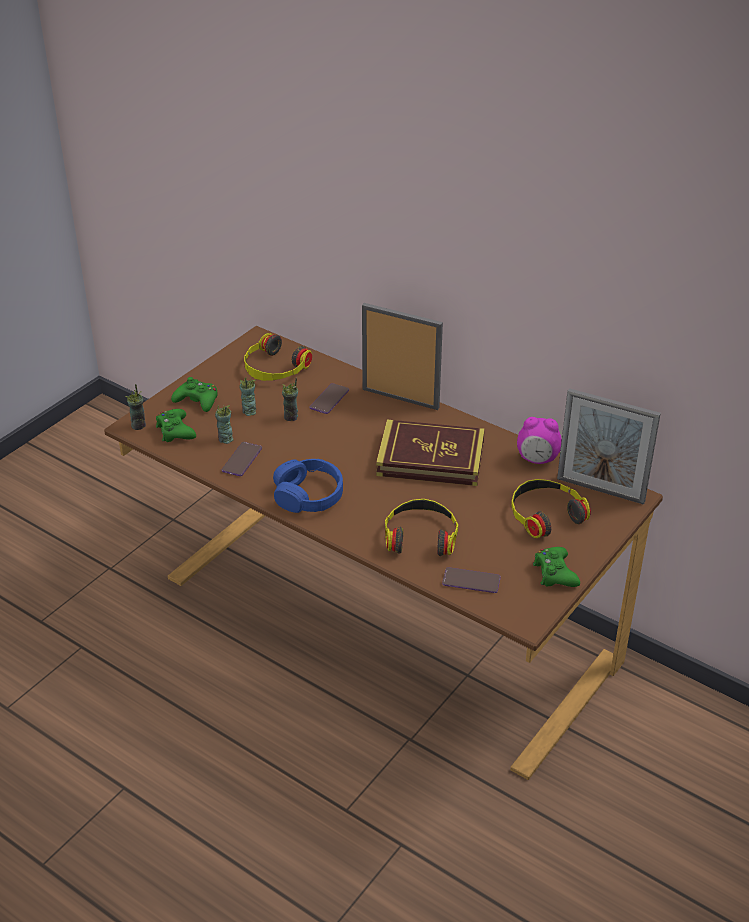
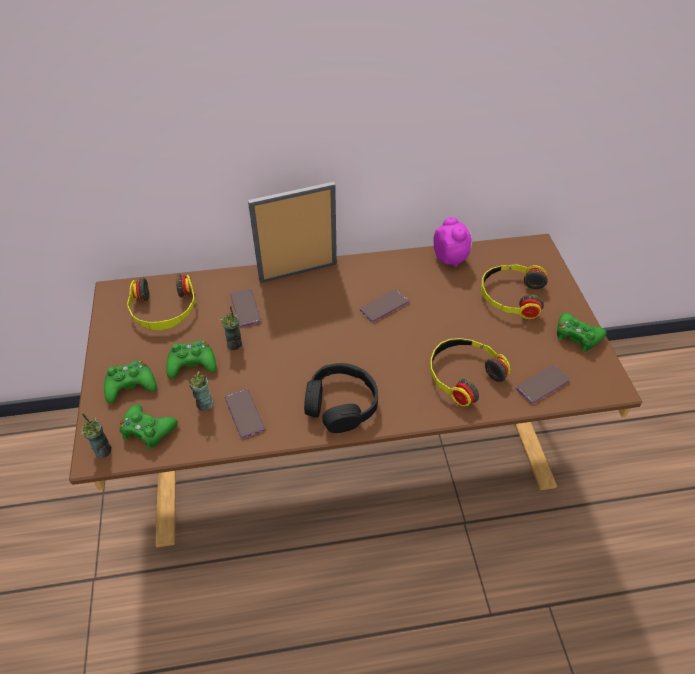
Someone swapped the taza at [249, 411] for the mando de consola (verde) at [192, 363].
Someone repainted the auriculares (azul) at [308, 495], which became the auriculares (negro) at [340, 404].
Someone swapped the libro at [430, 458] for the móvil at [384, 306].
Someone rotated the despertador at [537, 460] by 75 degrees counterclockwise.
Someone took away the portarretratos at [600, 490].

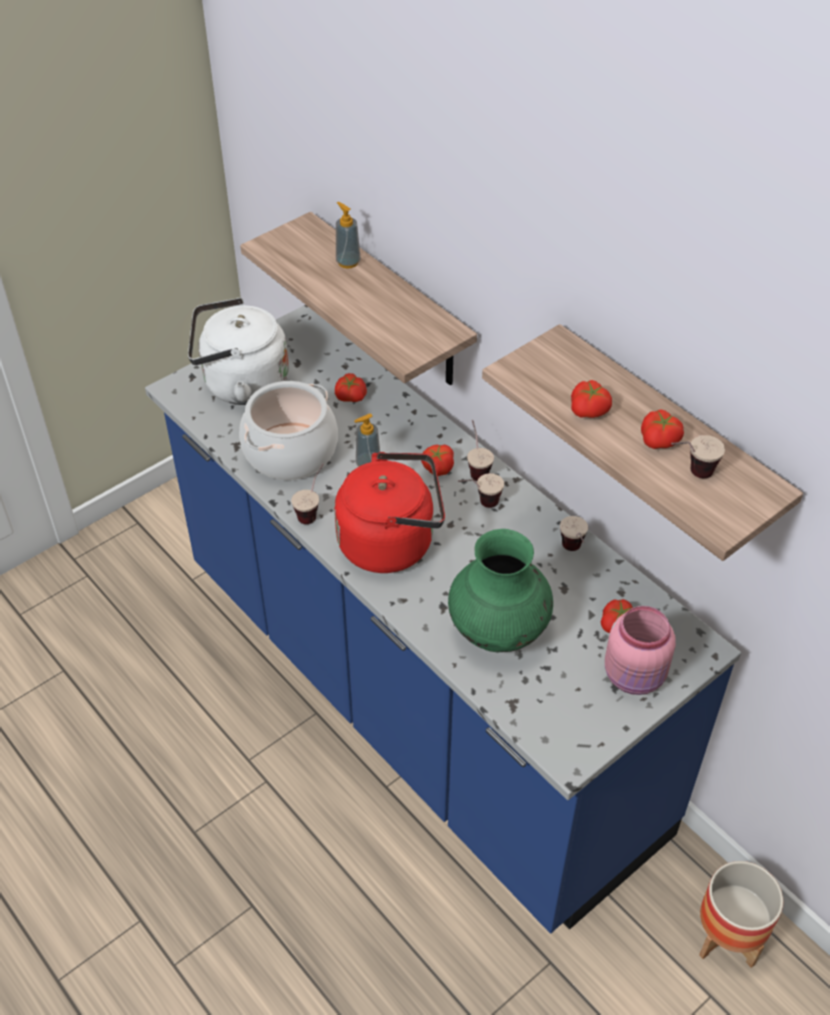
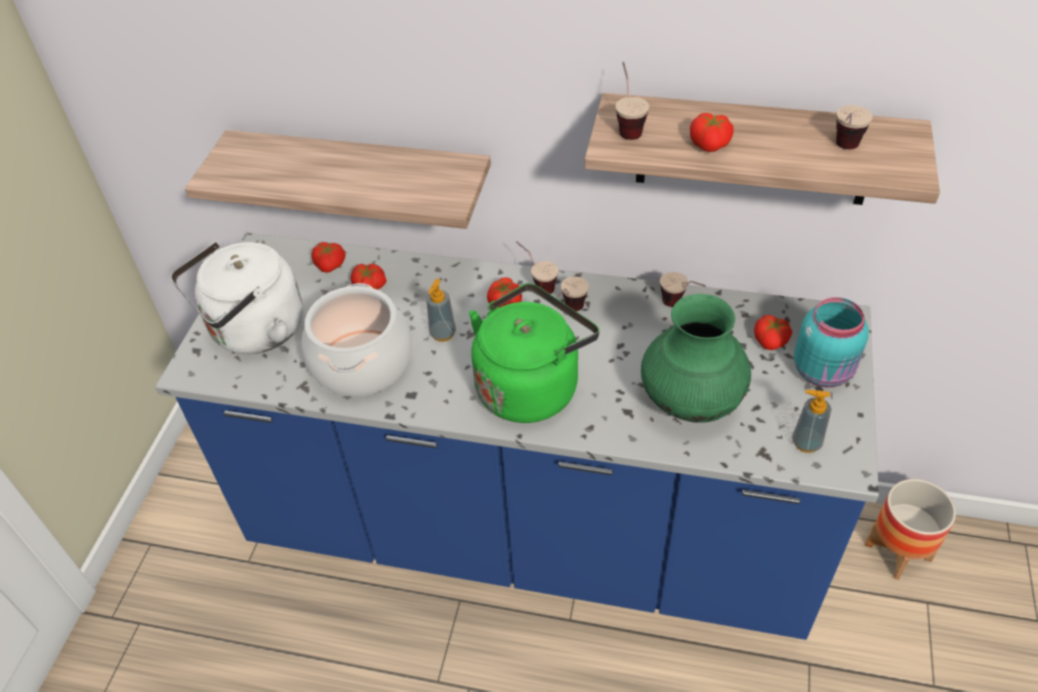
Someone carried the taza from [312, 510] to [627, 126].
Someone repainted the hervidor (rojo) at [392, 542], which became the hervidor (verde) at [531, 385].
Someone carried the dispensador de jabón from [348, 262] to [806, 443].
Someone repainted the tarro (rosa) at [635, 676], which became the tarro (turquesa) at [824, 371].
Someone carried the tomate from [660, 440] to [331, 264].

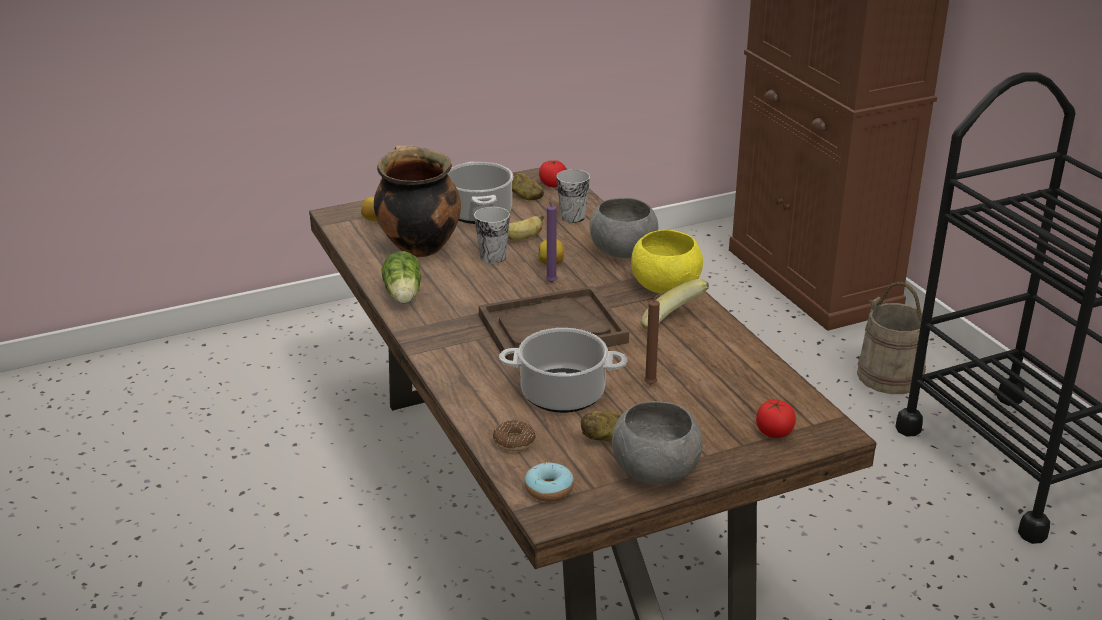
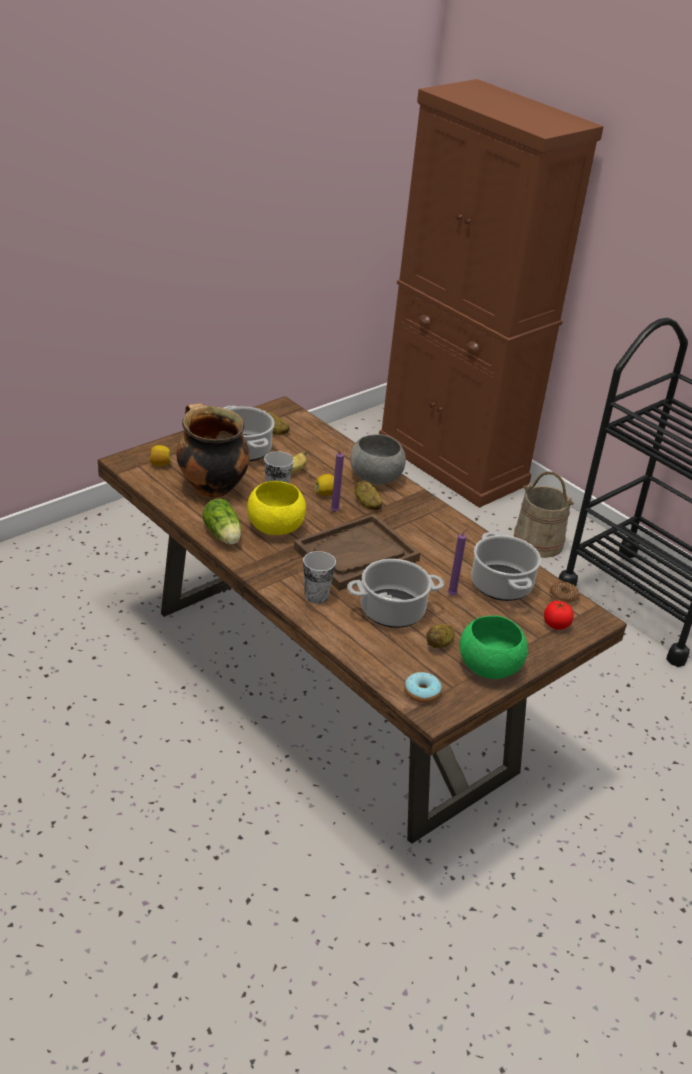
Someone carried the rosquilla from [514, 442] to [563, 597].
Someone took away the tomate at [553, 184].
Someone carried the taza from [572, 217] to [316, 596].
Someone repainted the cuenco (gris) at [655, 470], which became the cuenco (verde) at [489, 666].
Someone carried the cuenco (amarillo) from [665, 286] to [275, 526].
Someone took away the plátano at [673, 326].
Someone repainted the vela (marrón) at [652, 384], which became the vela (morado) at [453, 594].
Someone put down the patata at [367, 504].
Someone put down the olla at [502, 586].

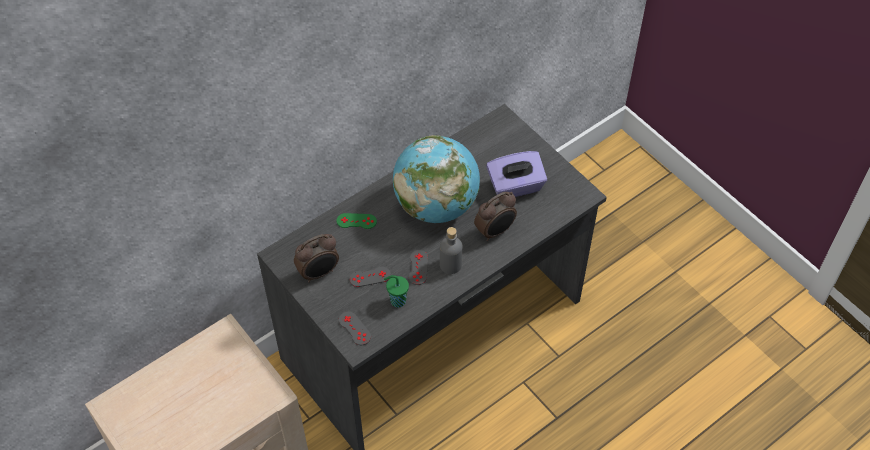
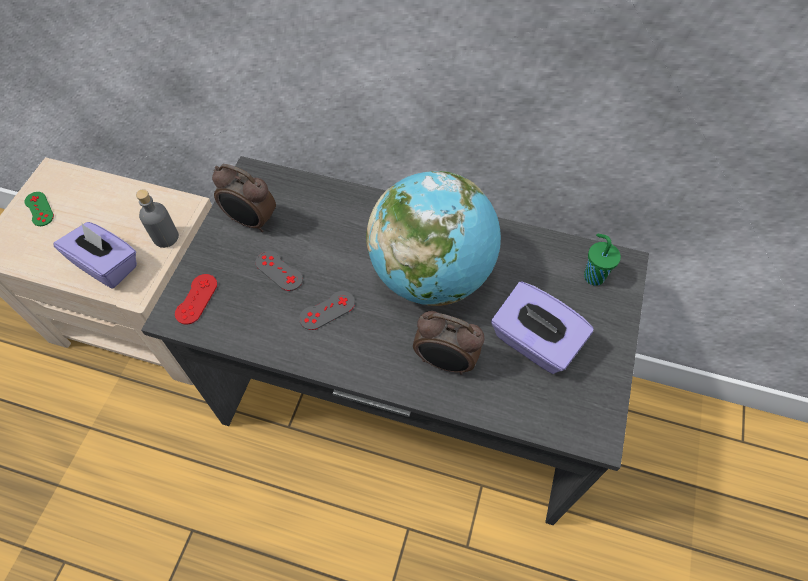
Someone carried the mando de consola (verde) from [356, 221] to [39, 209].
Someone repainted the mando de consola (gris) at [354, 328], which became the mando de consola (rojo) at [196, 299].
Someone carried the taza (verde) from [397, 301] to [593, 275].
Someone carried the botella (gris) from [450, 265] to [165, 237].
Someone put down the caja de pañuelos (morado) at [107, 265].

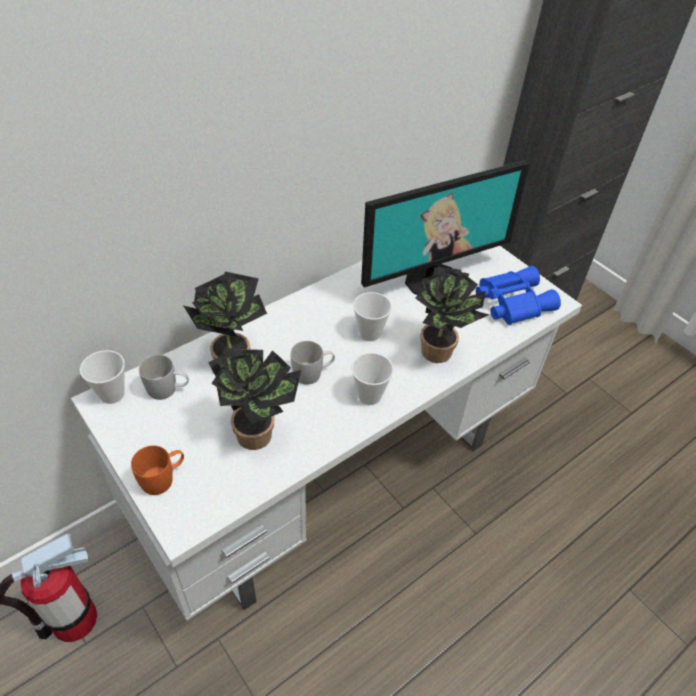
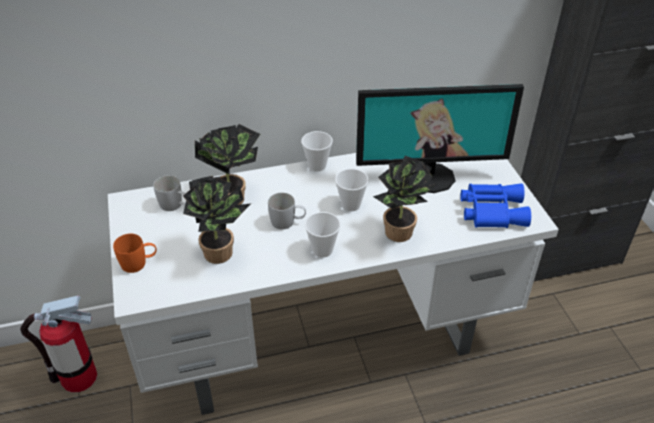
Someone carried the taza from [112, 394] to [317, 166].

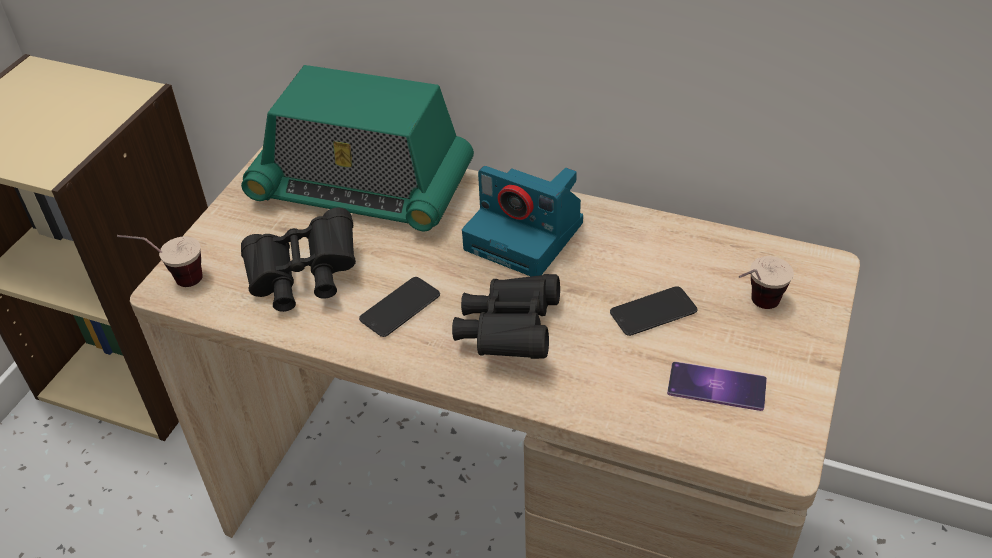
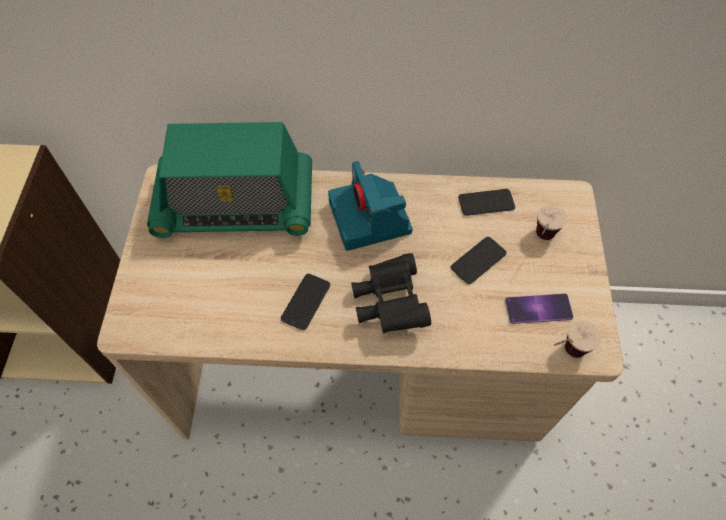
Someone carried the taza from [172, 280] to [564, 353].
Someone took away the prismáticos (negro) at [303, 278].
Someone rotated the cámara at [527, 236] by 60 degrees clockwise.
Someone put down the móvil at [486, 203].

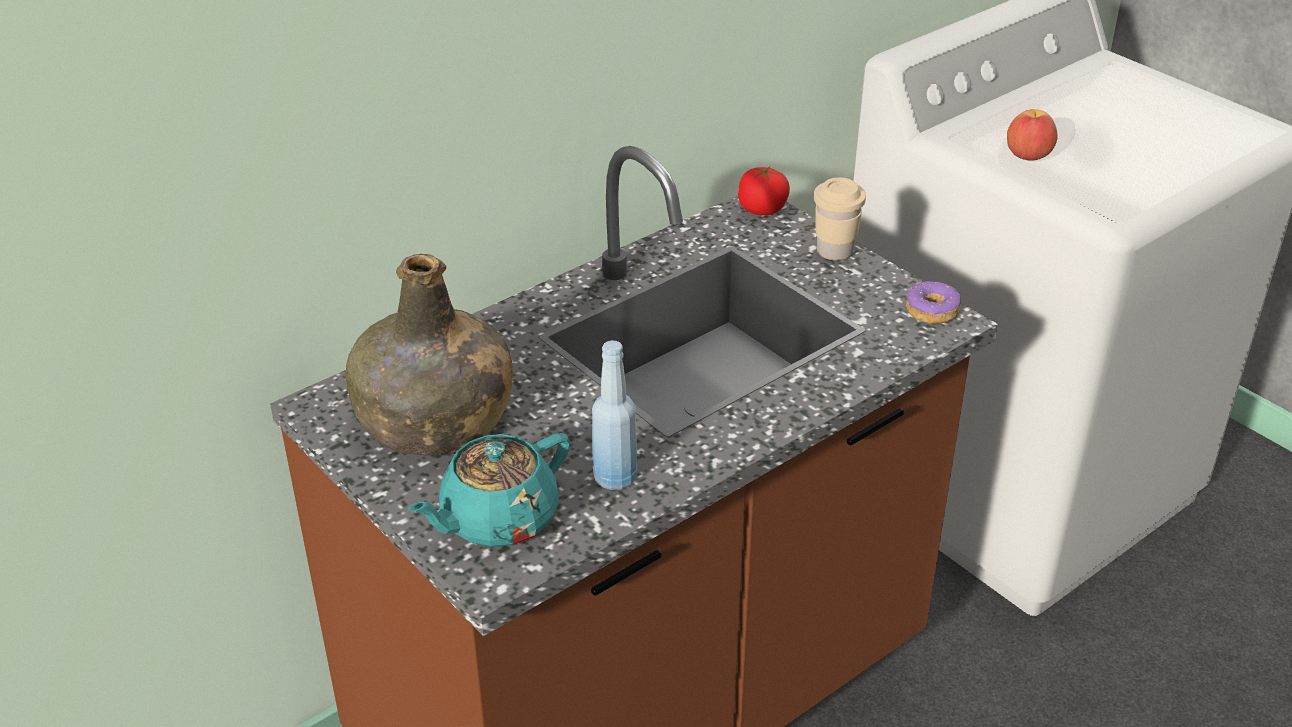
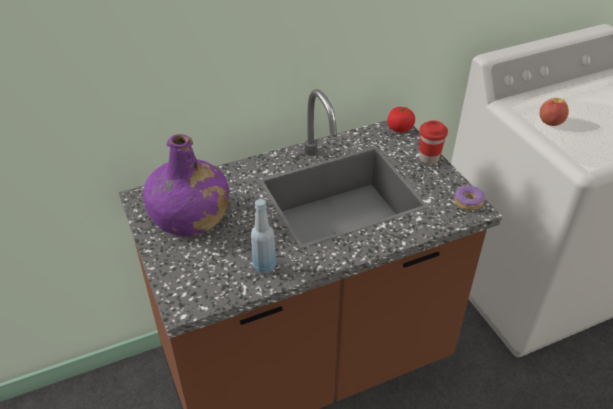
Someone repainted the botella (verde) at [435, 422], which became the botella (morado) at [190, 217].
Someone took away the tetera (turquesa) at [497, 519].
Someone repainted the taza (beis) at [835, 251], which became the taza (rojo) at [429, 158].

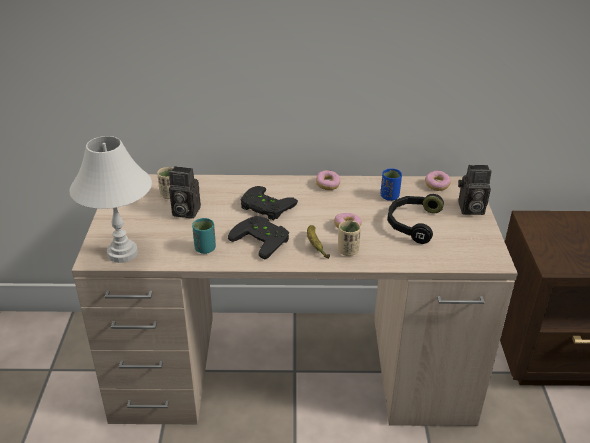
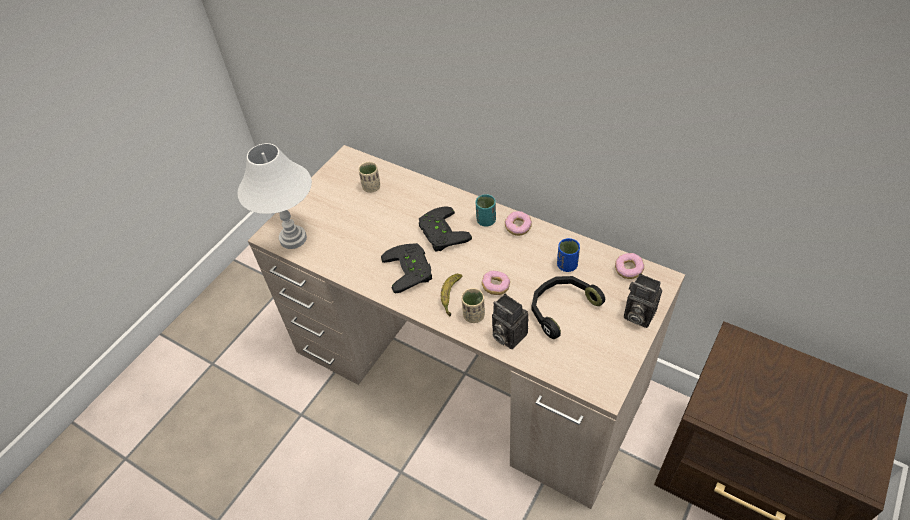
Someone carried the cámara from [184, 212] to [507, 335].
Someone carried the taza (turquesa) from [205, 249] to [486, 221].

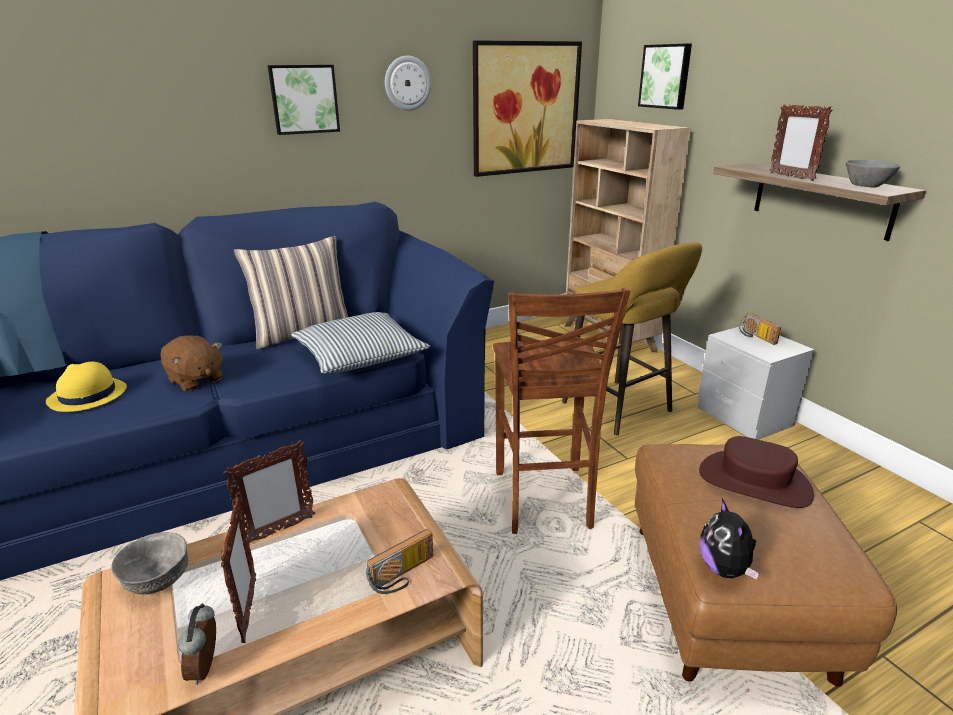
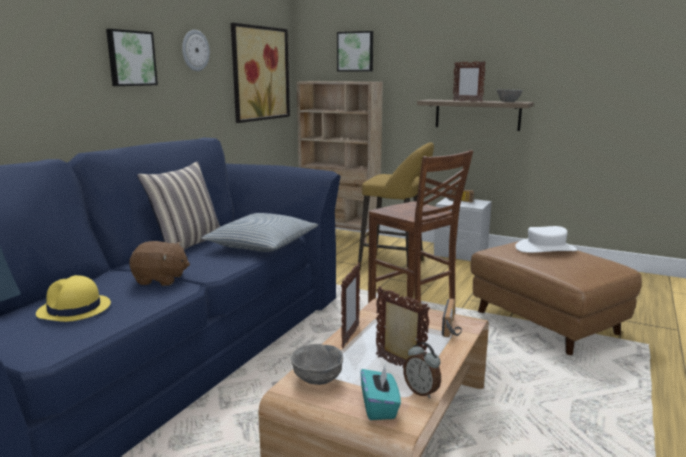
Someone repainted the sombrero (marrón) at [754, 482], which became the sombrero (blanco) at [545, 249].
Someone took away the peluche at [725, 569].
Someone put down the caja de pañuelos (turquesa) at [379, 407].

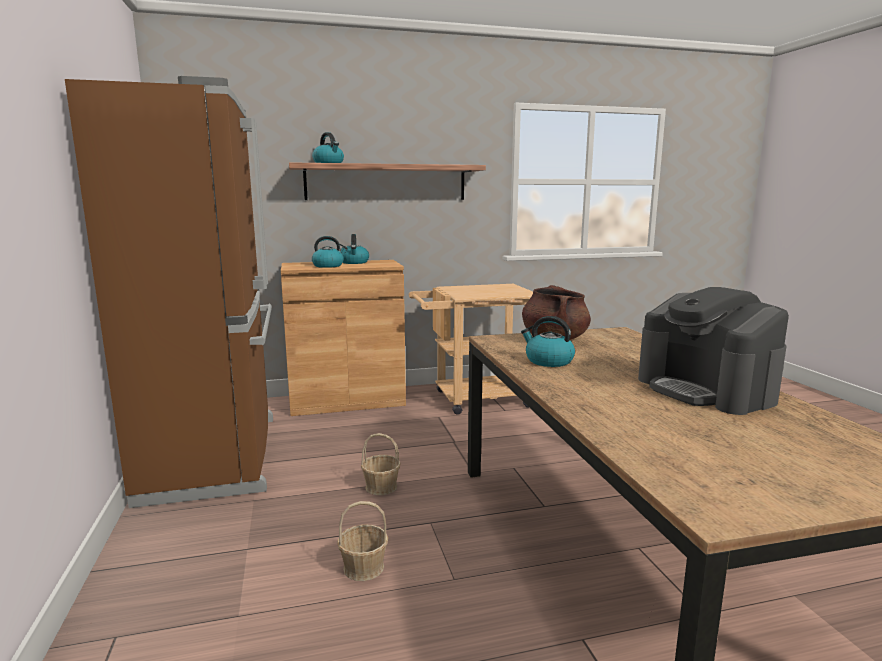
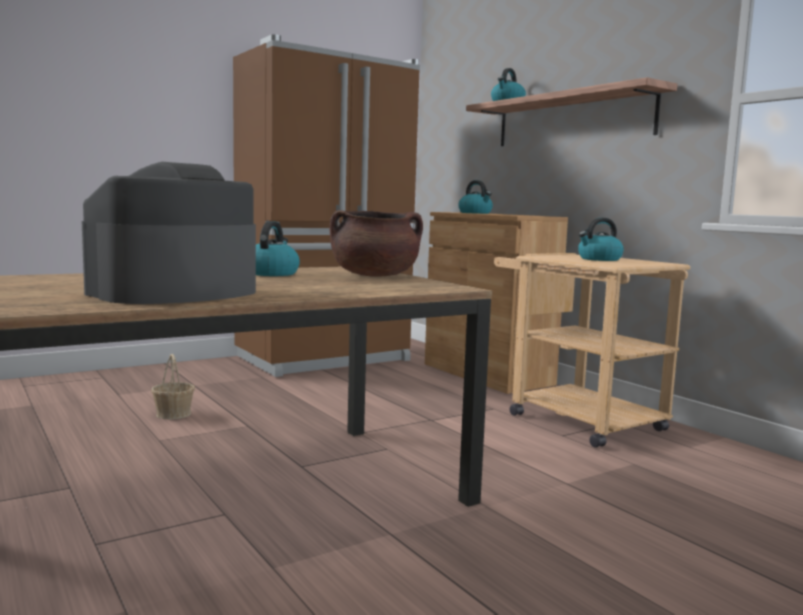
Someone carried the hervidor from [354, 262] to [599, 259].
Someone took away the cesta at [381, 487].

